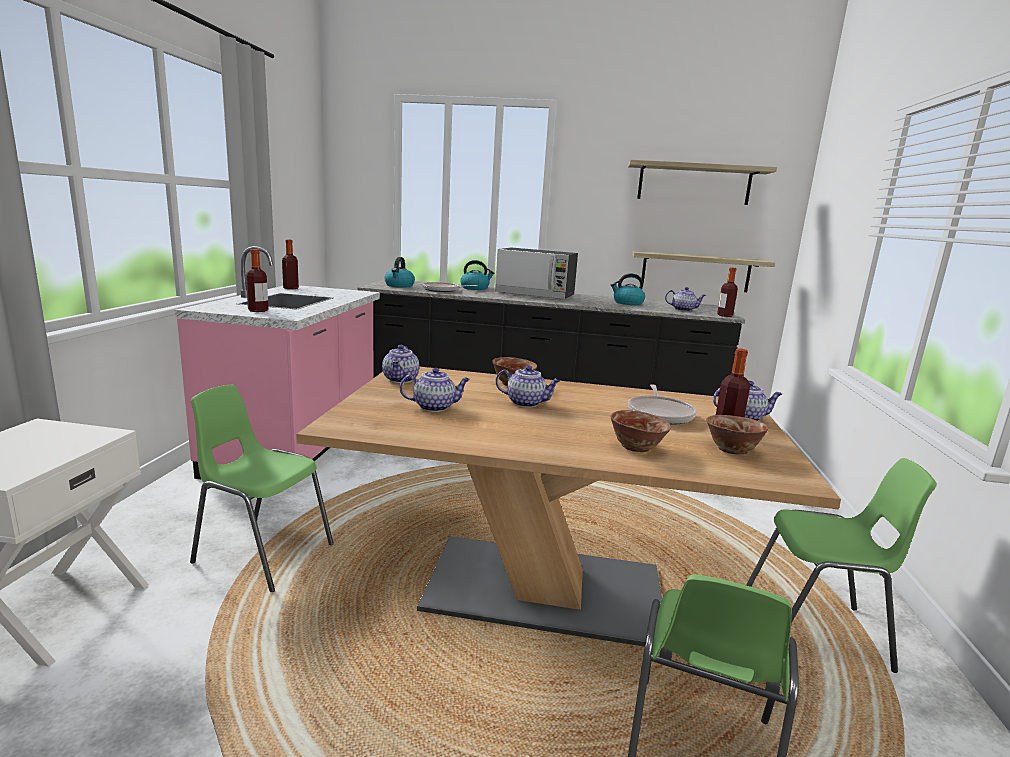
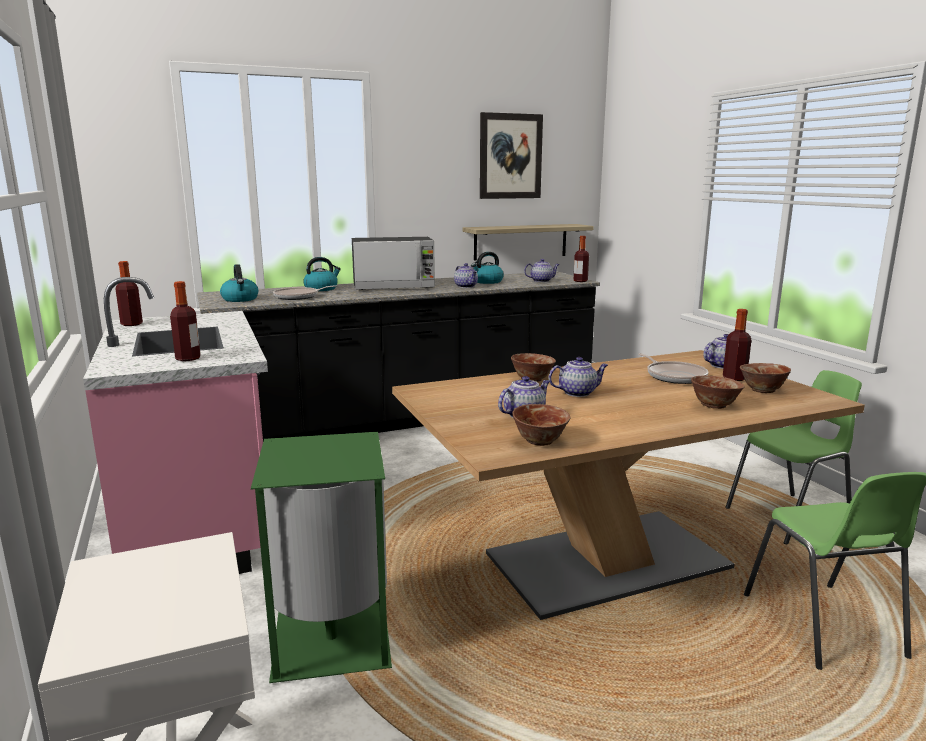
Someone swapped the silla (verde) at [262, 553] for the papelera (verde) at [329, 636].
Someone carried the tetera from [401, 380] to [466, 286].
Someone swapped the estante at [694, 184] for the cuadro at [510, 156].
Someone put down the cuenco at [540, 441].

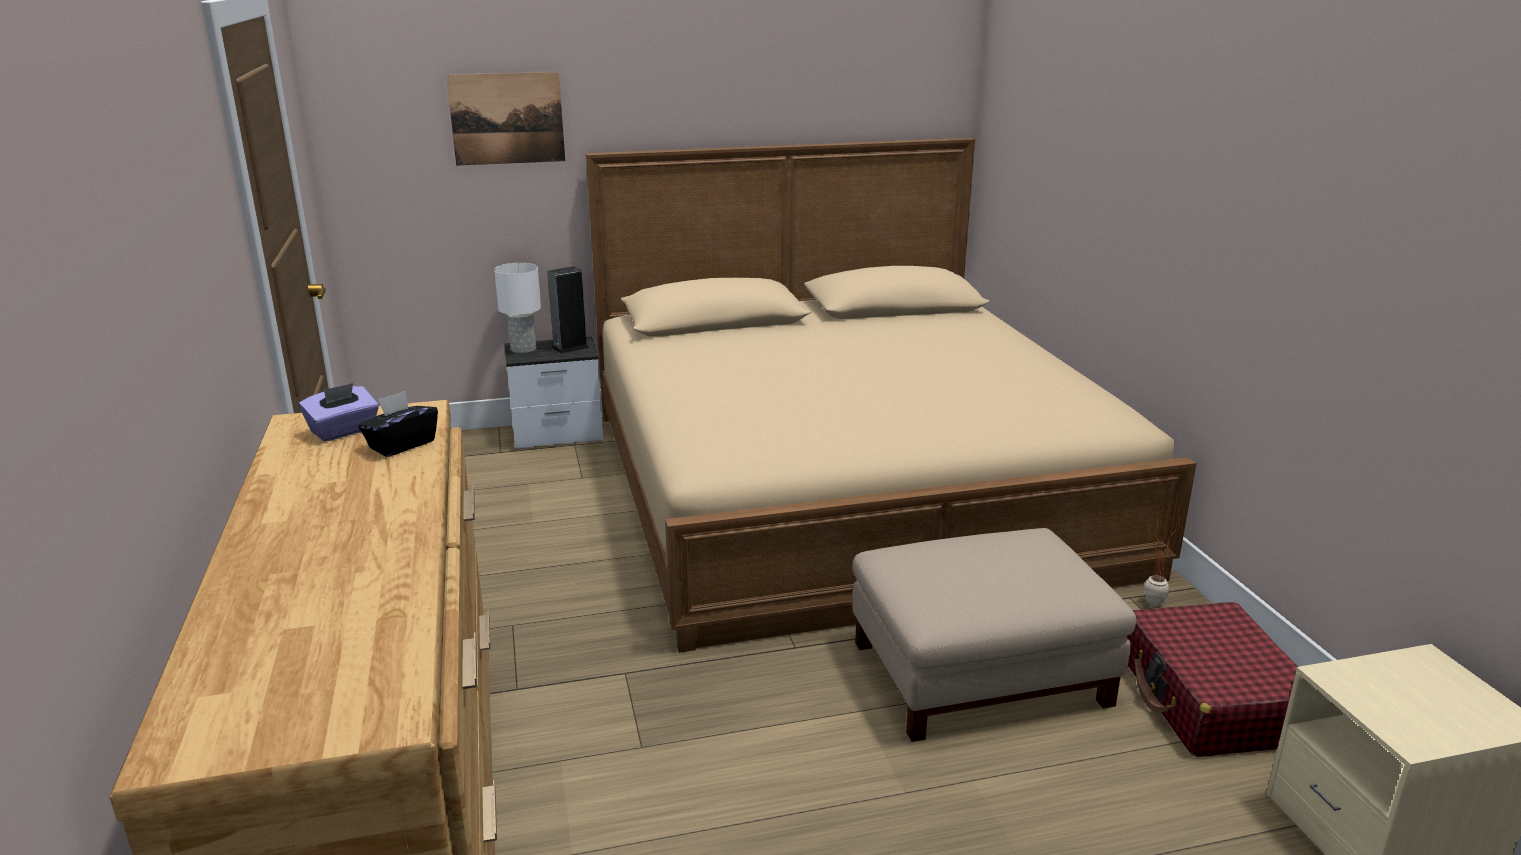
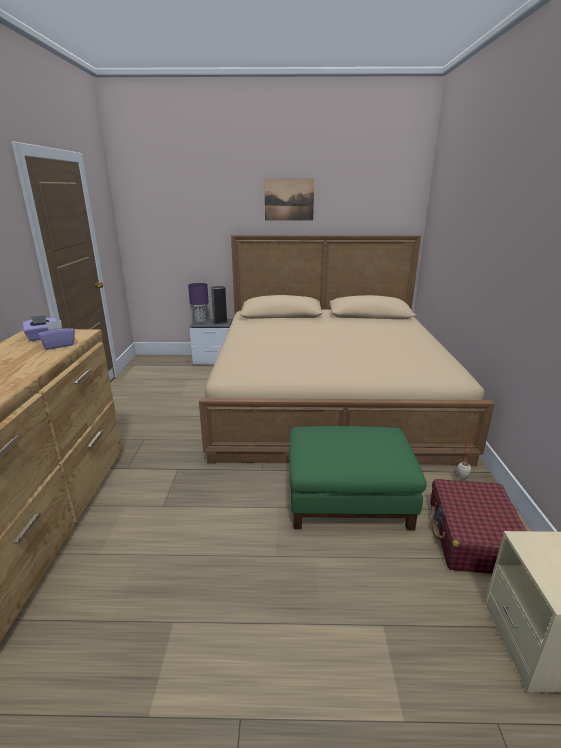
Someone repainted the caja de pañuelos (negro) at [401, 445], which became the caja de pañuelos (morado) at [58, 345].
Someone carried the cuadro from [507, 118] to [289, 199].
Someone repainted the lámpara de mesa (blanco) at [524, 349], which became the lámpara de mesa (morado) at [200, 321].
Someone repainted the puf (beis) at [979, 672], which became the puf (verde) at [348, 498].

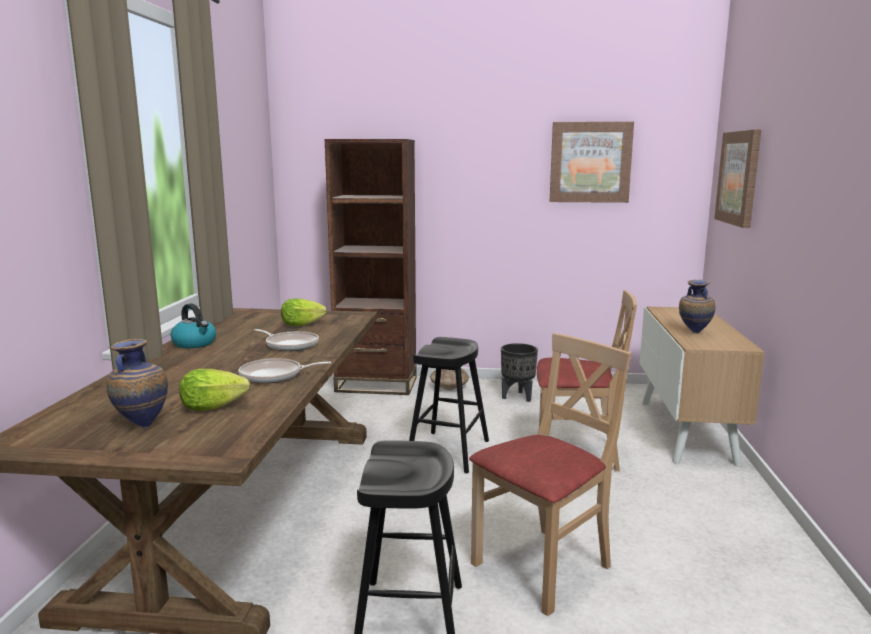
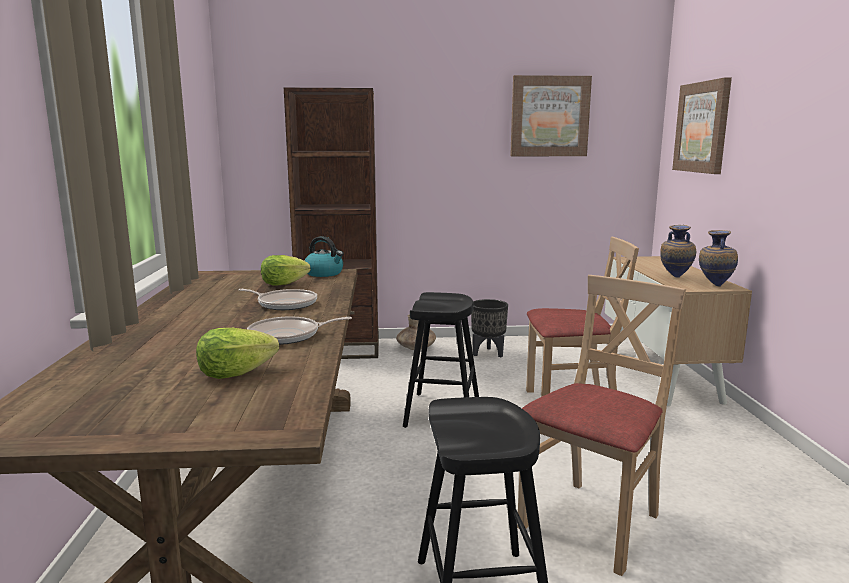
Someone carried the florero from [142, 426] to [714, 286].
Someone carried the hervidor from [195, 343] to [324, 273].

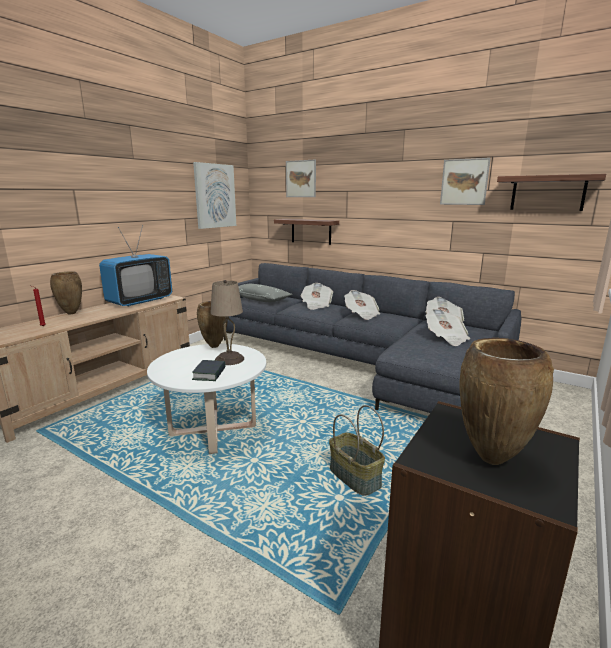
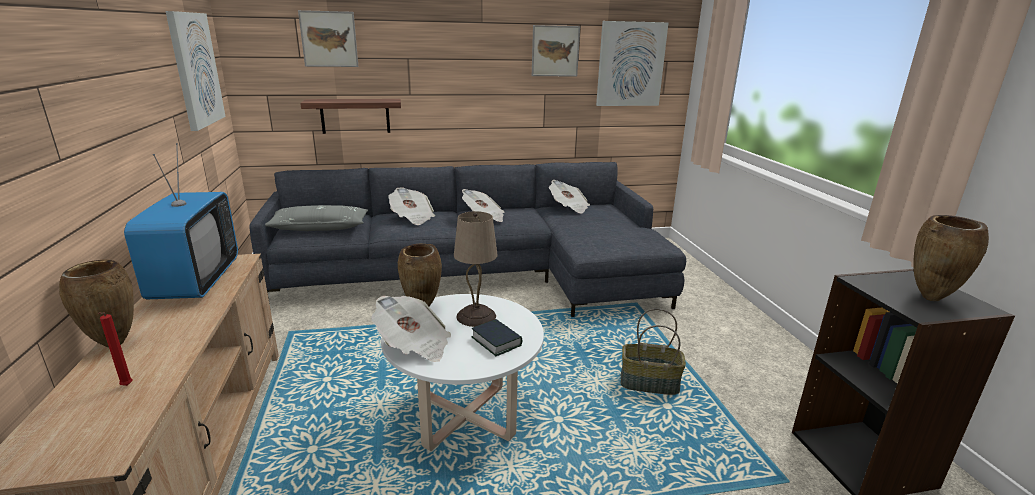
Someone carried the periódico from [446, 338] to [414, 345].
Someone swapped the estante at [547, 193] for the cuadro at [630, 64].

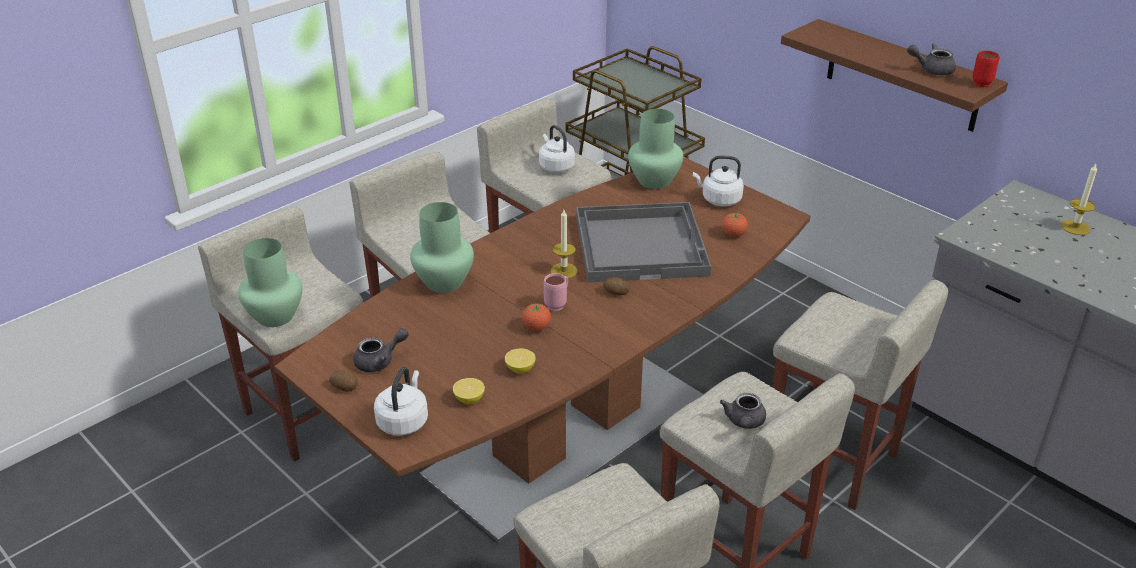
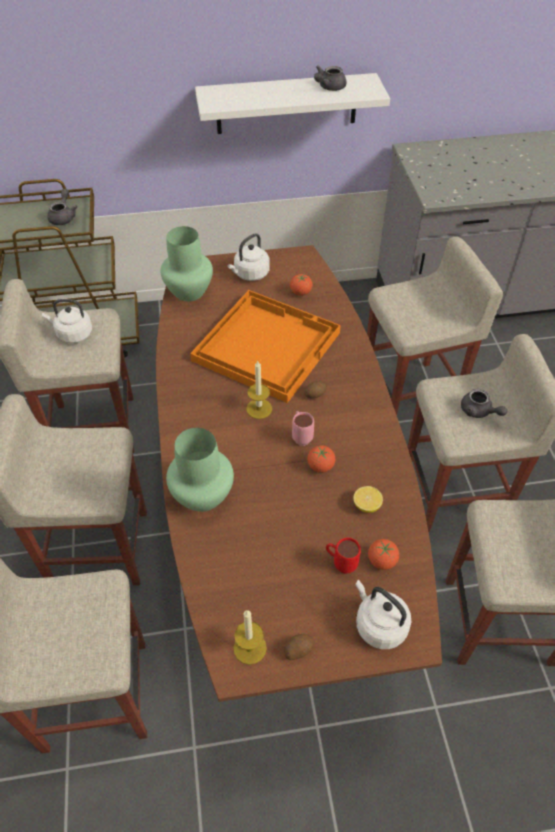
Someone took away the florero (verde) at [275, 315].
Someone carried the tetera (gris) from [380, 361] to [63, 217].
Someone swapped the limón at [469, 399] for the tomate at [382, 561].
Someone repainted the bandeja (gris) at [641, 244], which became the bandeja (naranja) at [266, 345].
Someone repainted the estante (marrón) at [902, 76], which became the estante (blanco) at [286, 104].
Someone carried the taza grande (rojo) from [979, 82] to [340, 563].
Someone carried the vela from [1075, 227] to [250, 648].

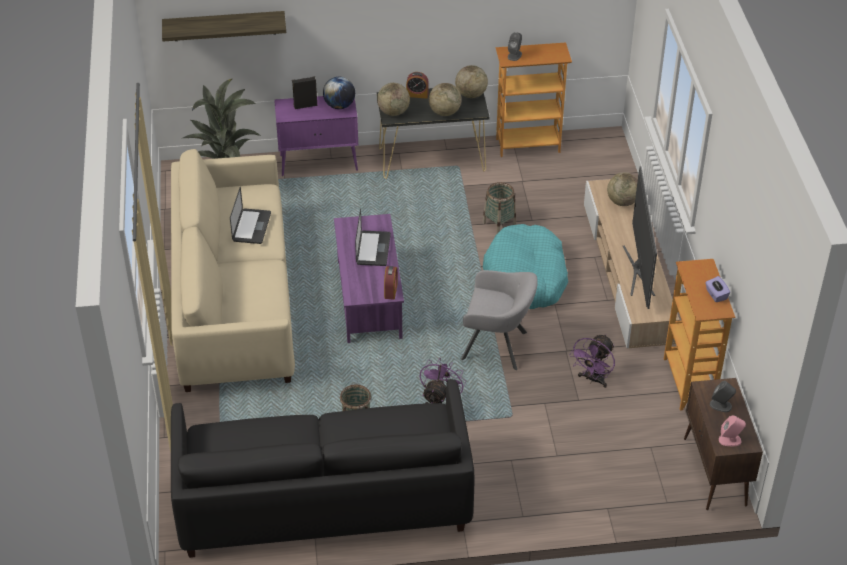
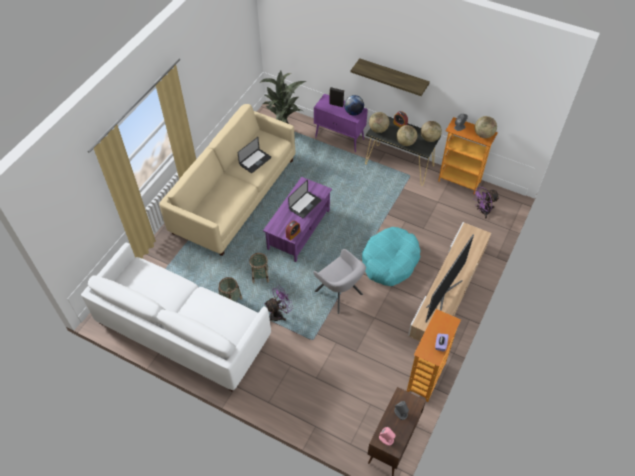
Someone carried the estante from [224, 26] to [393, 76].
Someone repainted the sofá (negro) at [323, 499], which became the sofá (blanco) at [182, 330].
Someone carried the cesta from [499, 223] to [260, 276].
Someone carried the ventilador (morado) from [593, 379] to [482, 211].
Someone carried the globo terráqueo from [622, 202] to [483, 134].

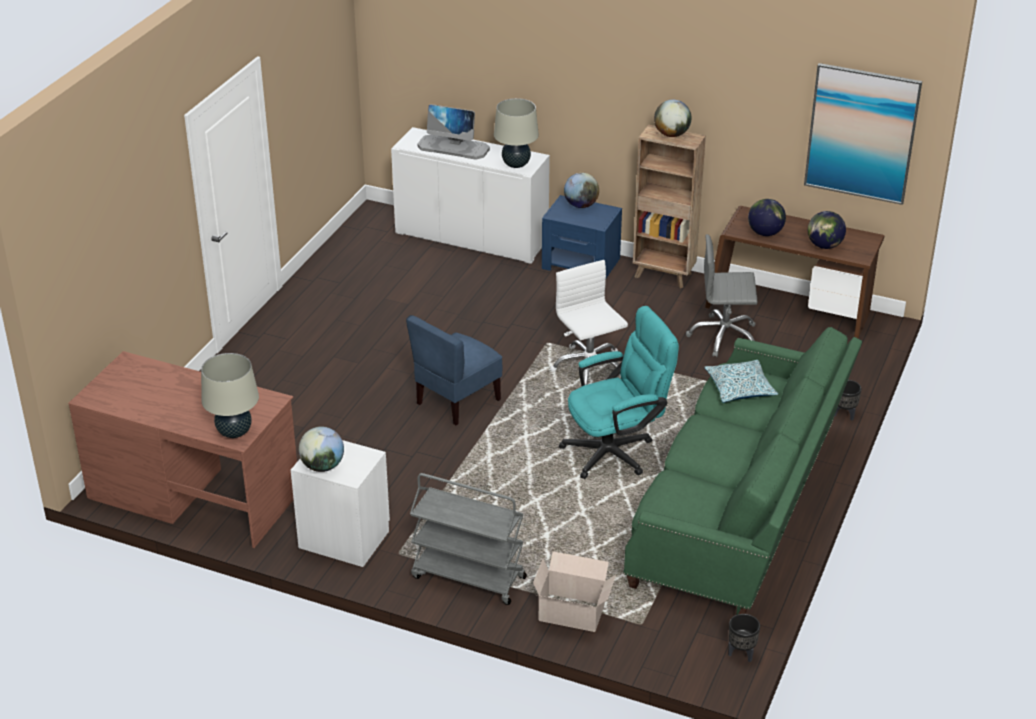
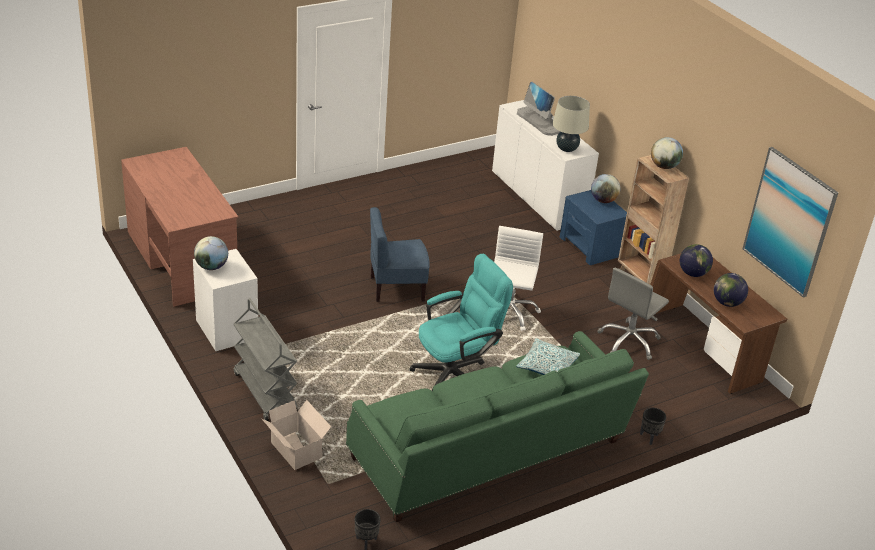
Someone took away the lámpara de mesa (beis) at [234, 432].
Someone rotated the silla de oficina (turquesa) at [616, 451] by 45 degrees counterclockwise.
Someone rotated the silla de oficina (gris) at [724, 337] by 90 degrees counterclockwise.

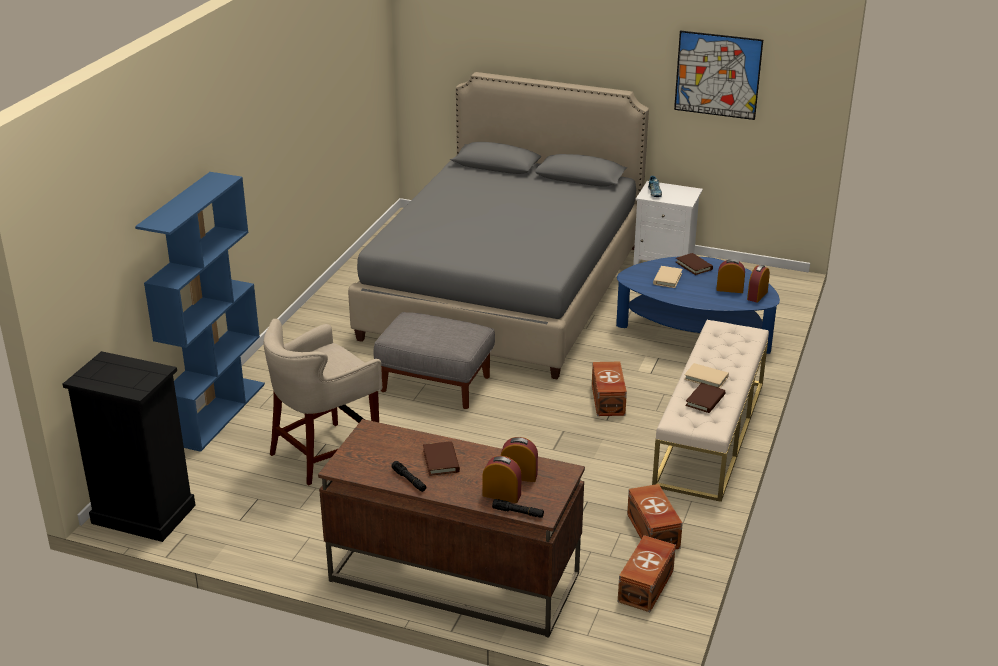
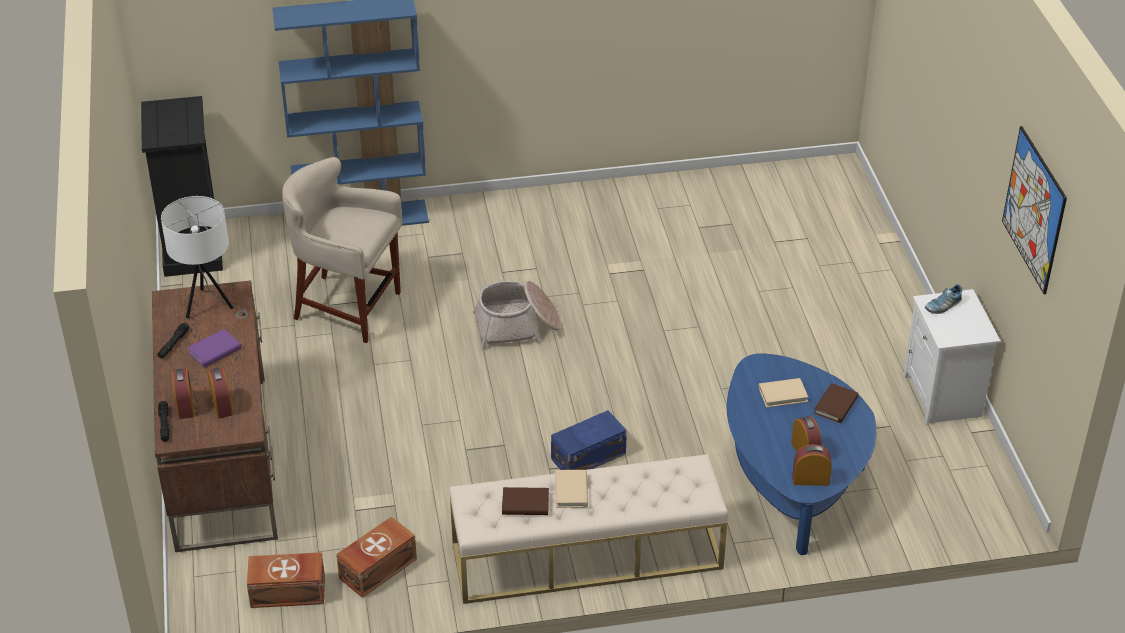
Someone took away the cama (gris) at [505, 291].
Someone swapped the puf (gris) at [436, 384] for the cesta at [517, 326].
Someone repainted the libro (marrón) at [441, 461], which became the libro (morado) at [214, 351].
Someone repainted the caja de almacenaje (marrón) at [607, 400], which became the caja de almacenaje (azul) at [587, 456].
Someone put down the lámpara de mesa (blanco) at [209, 306].

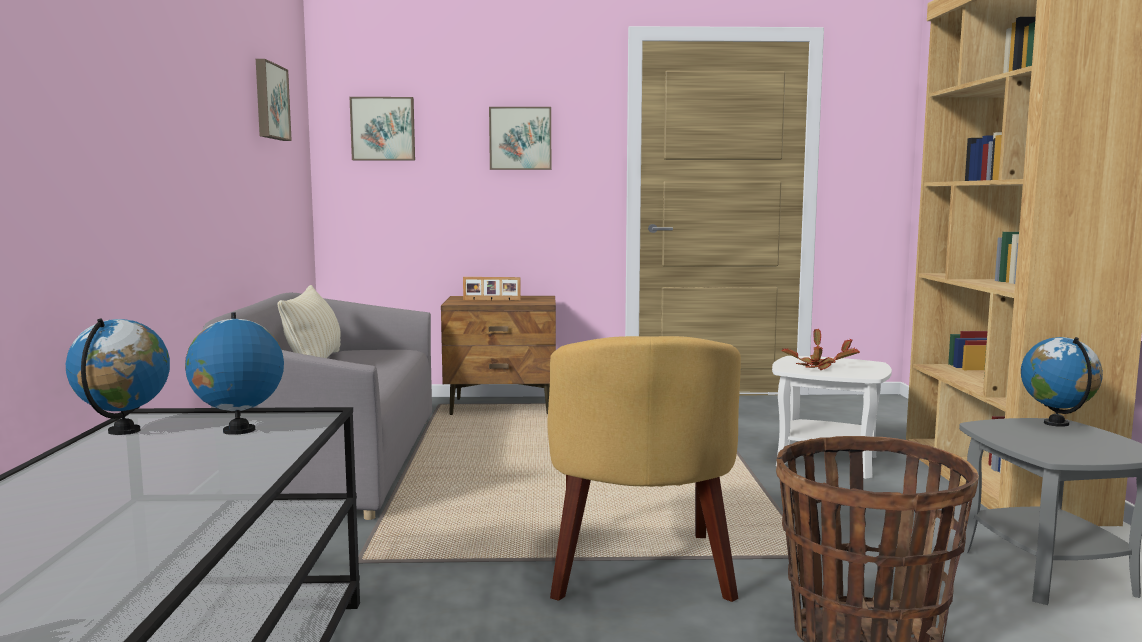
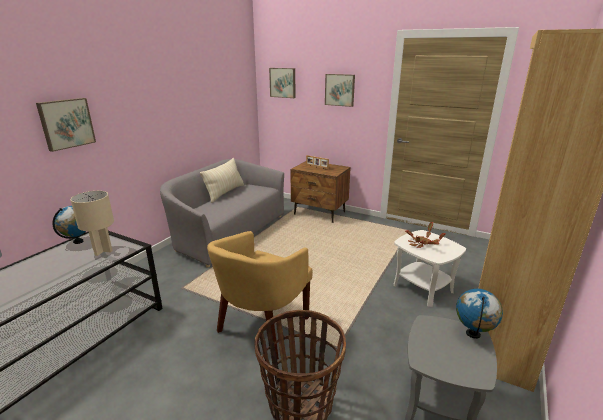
Someone swapped the globo terráqueo at [238, 430] for the lámpara de mesa (beis) at [102, 251].
Someone carried the cuadro from [269, 101] to [66, 123].

